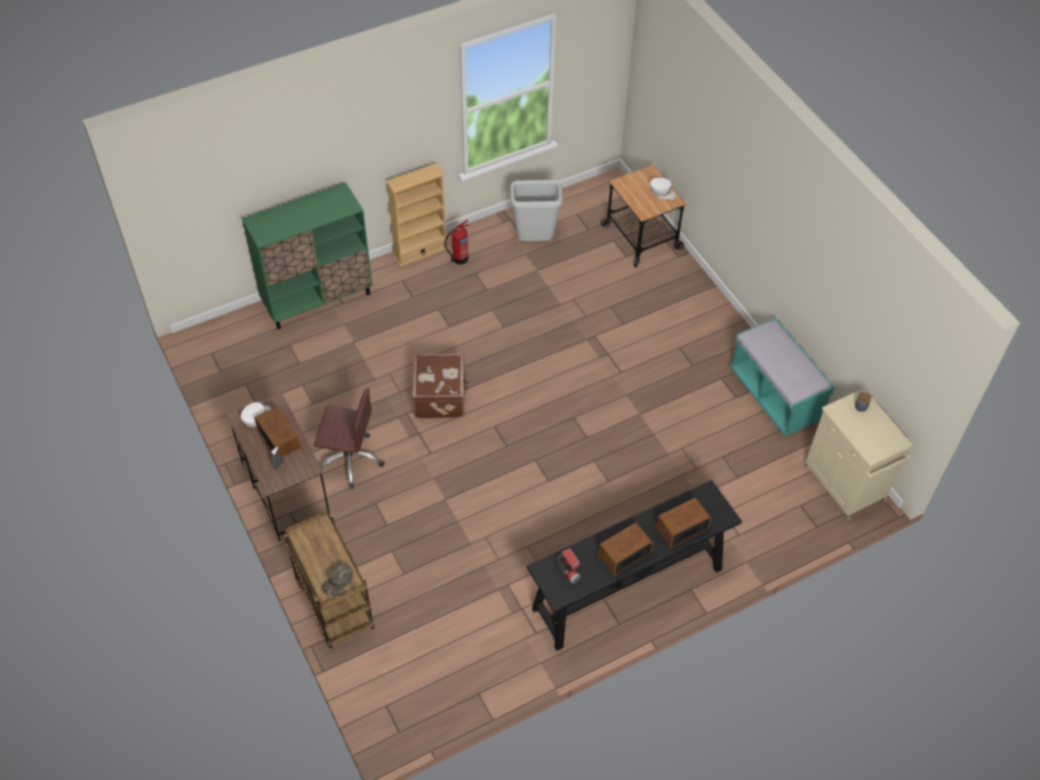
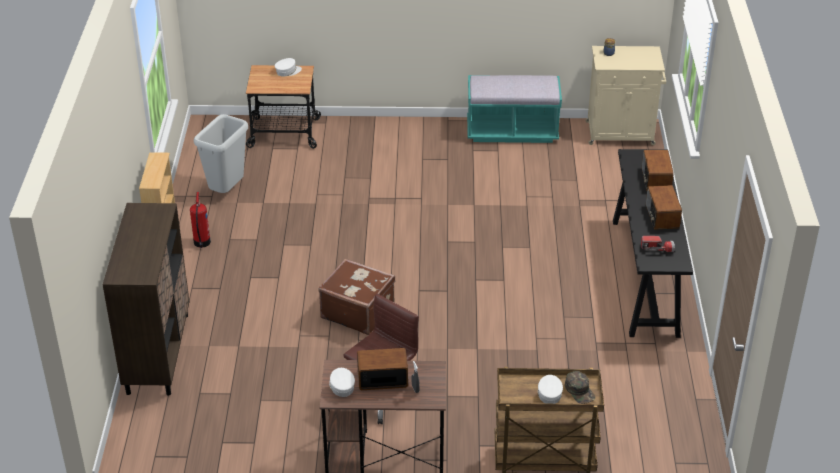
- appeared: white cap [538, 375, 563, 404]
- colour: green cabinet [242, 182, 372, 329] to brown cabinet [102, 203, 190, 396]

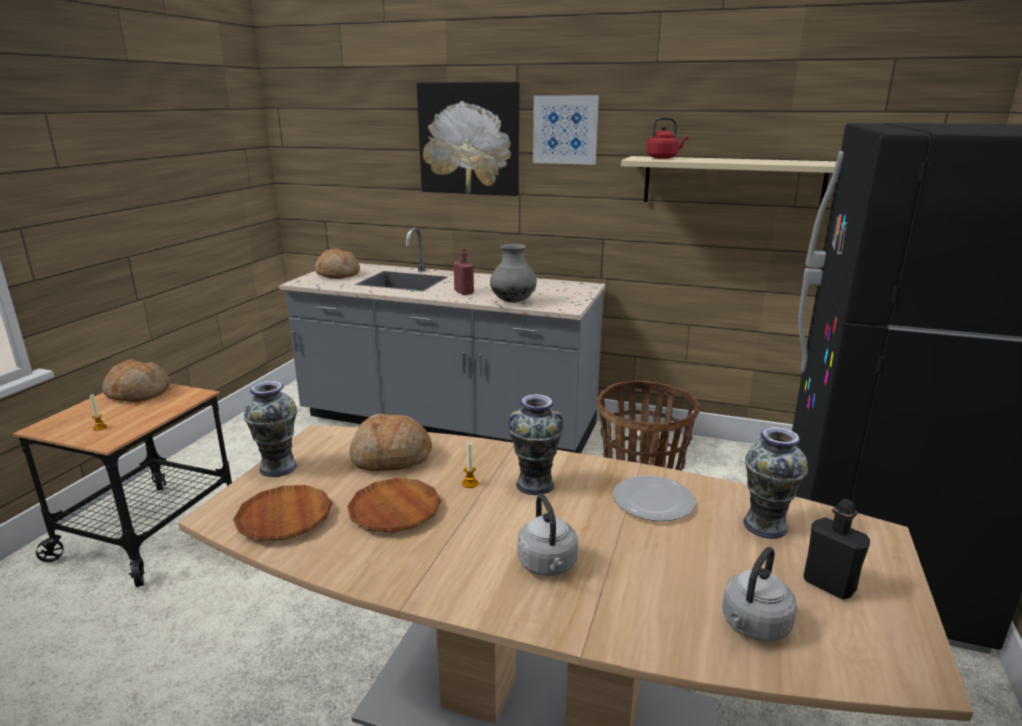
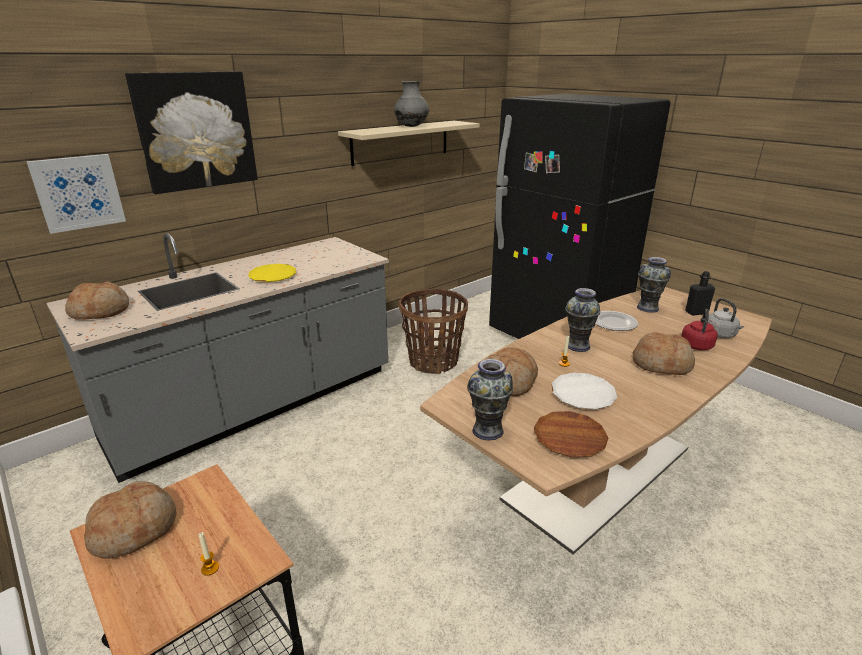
- relocated: grey vase [490, 244, 537, 303] to [394, 81, 429, 127]
- relocated: picture [533, 95, 599, 165] to [27, 154, 126, 234]
- relocated: red kettle [646, 117, 689, 159] to [681, 309, 718, 350]
- exchanged: red bottle [453, 247, 474, 295] to yellow plate [248, 264, 296, 282]
- exchanged: grey kettle [517, 494, 578, 576] to bread [633, 332, 695, 375]
- colour: brown plate [347, 478, 441, 533] to white plate [552, 372, 617, 410]

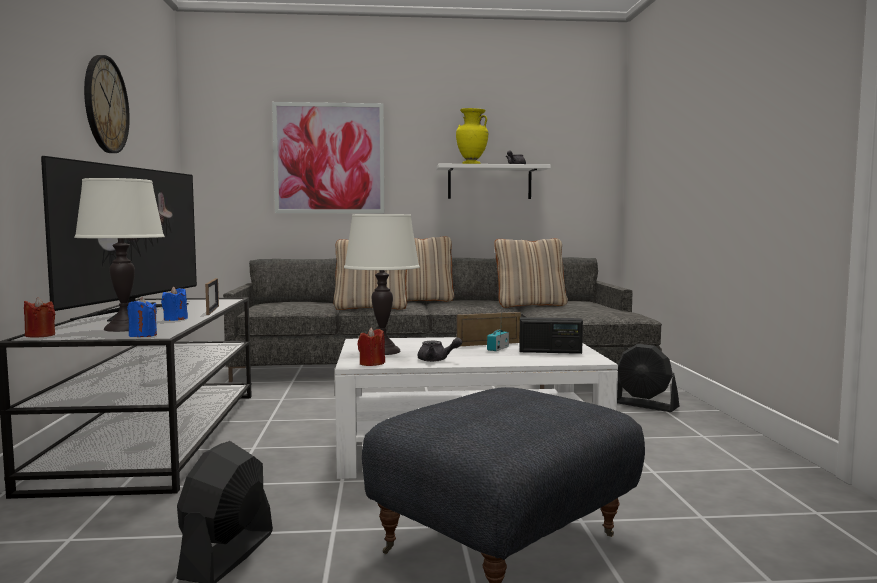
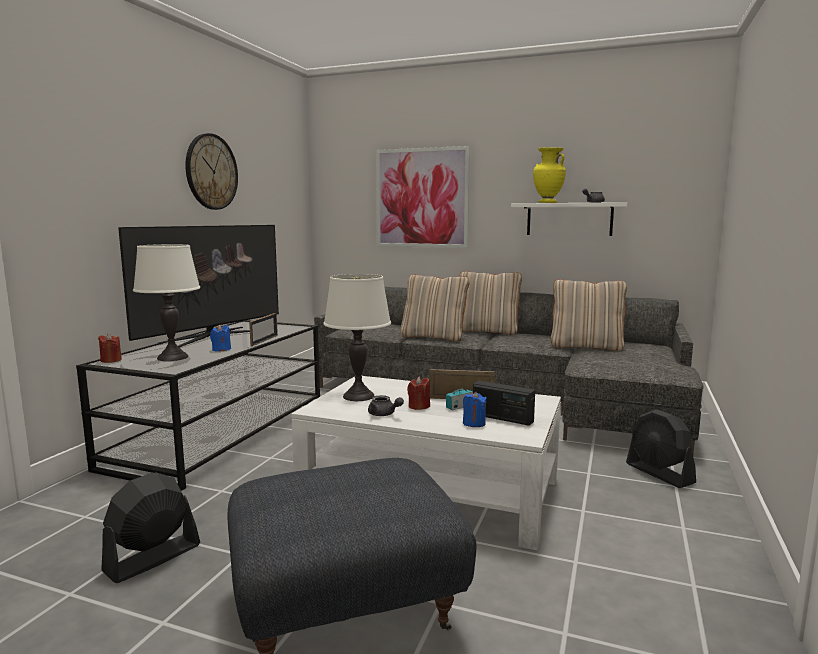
- relocated: blue candle [127, 297, 157, 337] to [463, 392, 487, 427]
- relocated: red candle [358, 328, 385, 366] to [407, 376, 430, 410]

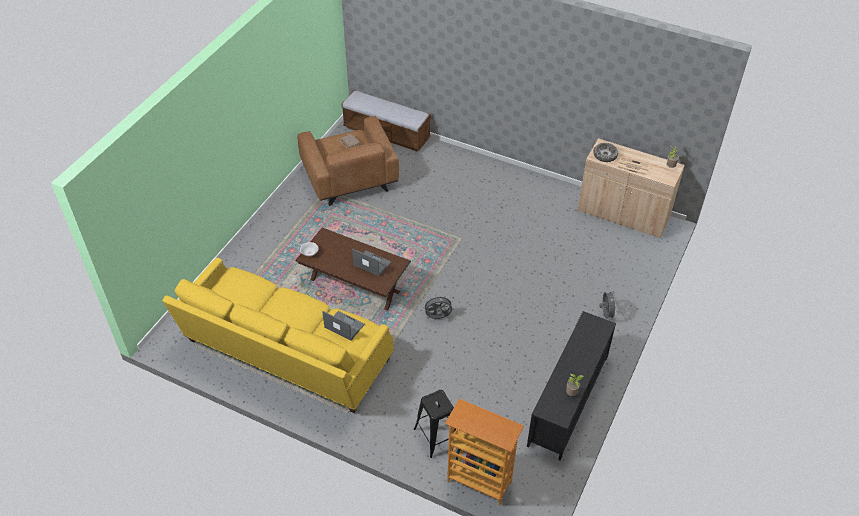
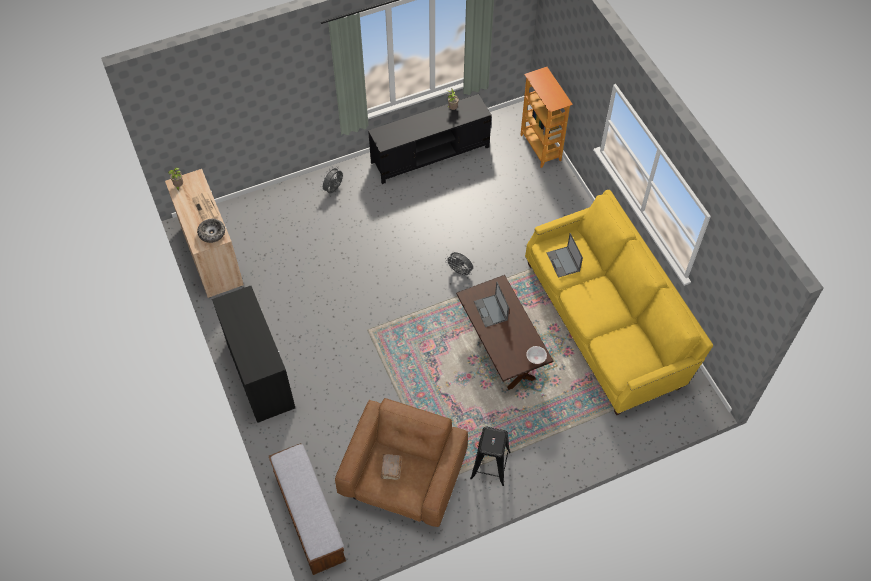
- appeared: black cabinet [212, 286, 295, 423]
- relocated: black stool [414, 390, 456, 458] to [470, 427, 511, 486]

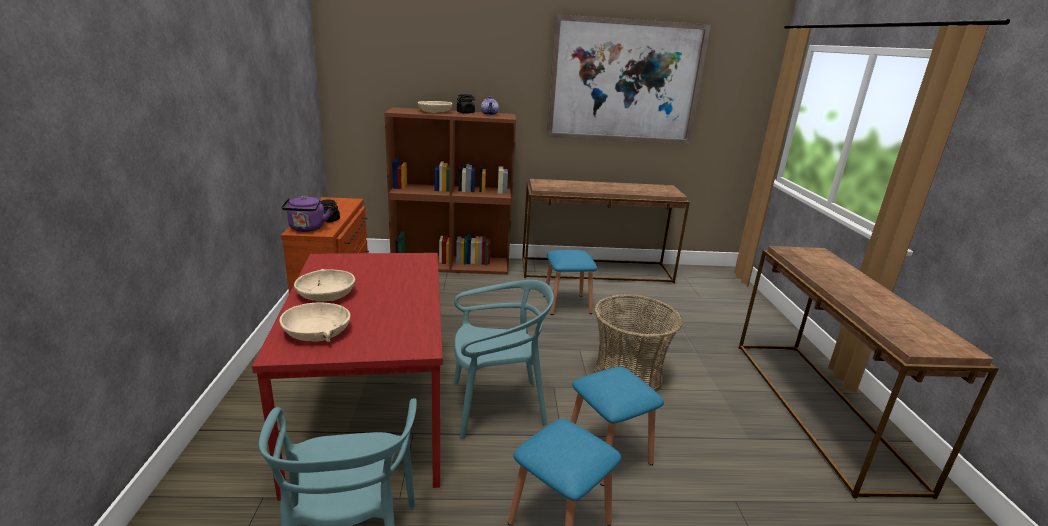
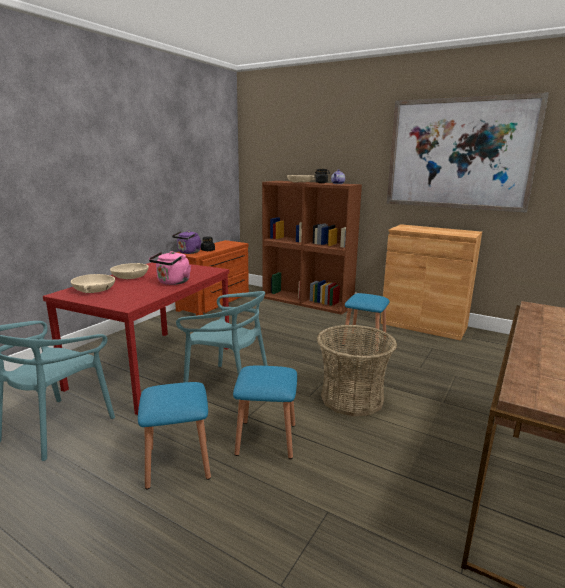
- appeared: pink kettle [149, 251, 191, 285]
- exchanged: brown console table [522, 179, 690, 283] to brown cabinet [381, 224, 482, 341]

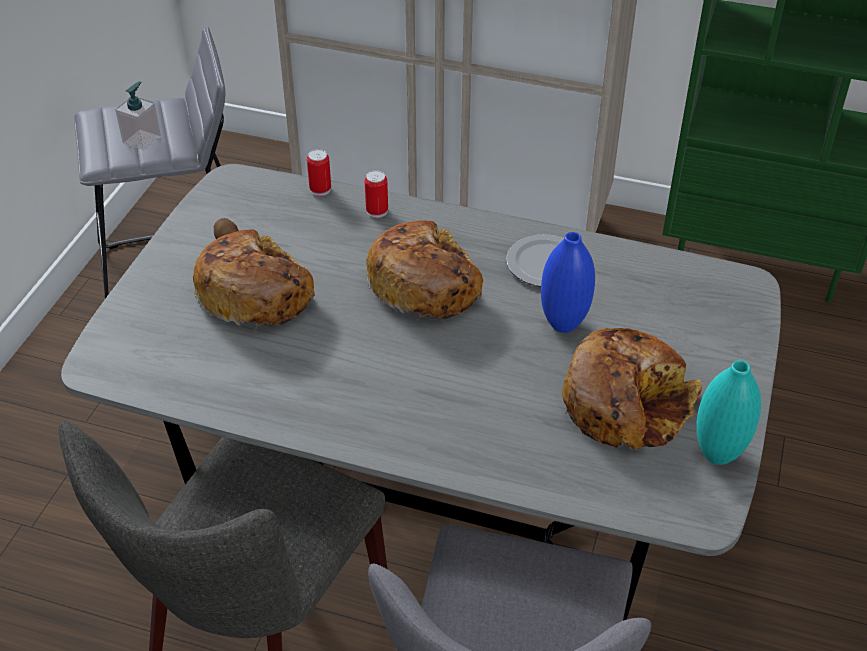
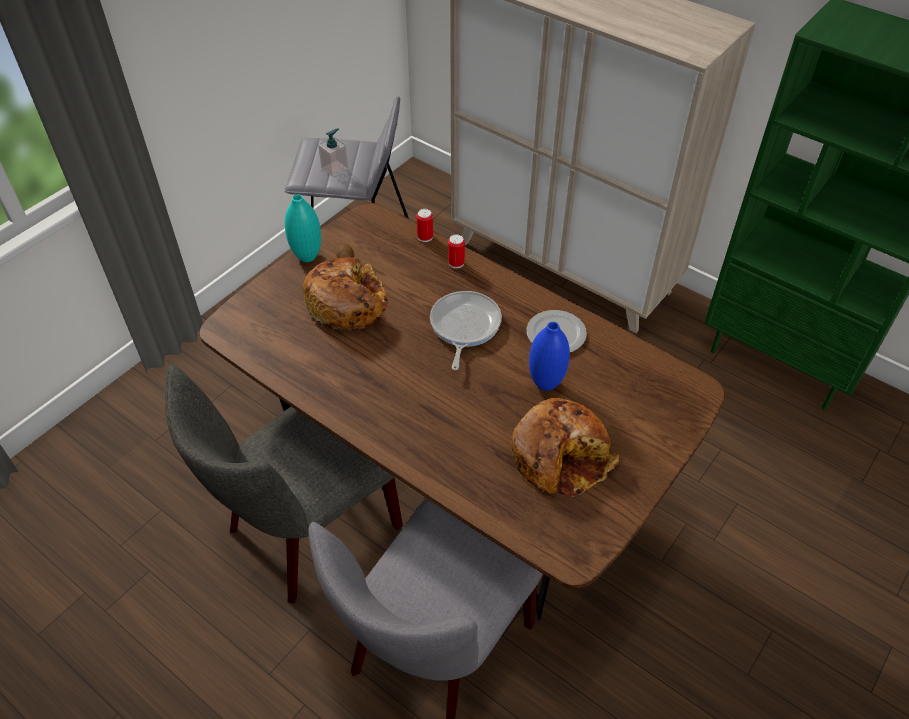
- relocated: turquoise vase [696, 360, 761, 465] to [285, 194, 321, 262]
- exchanged: bread [366, 220, 484, 321] to frying pan [430, 291, 502, 370]
- colour: grey dining table [61, 164, 781, 620] to brown dining table [200, 203, 725, 620]

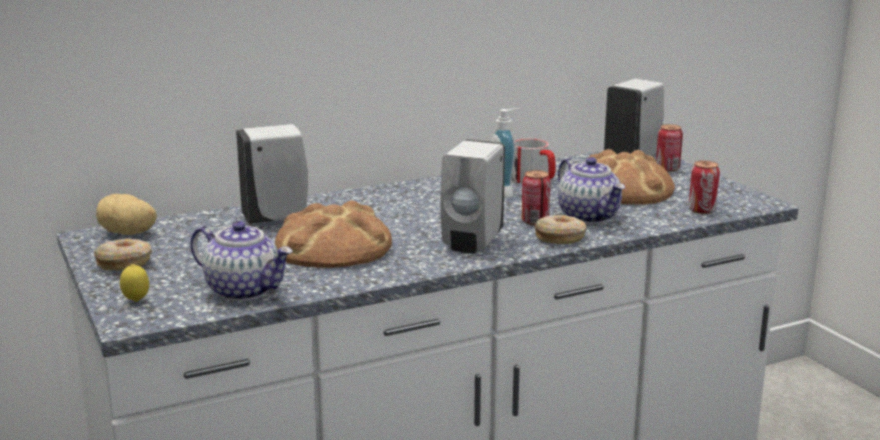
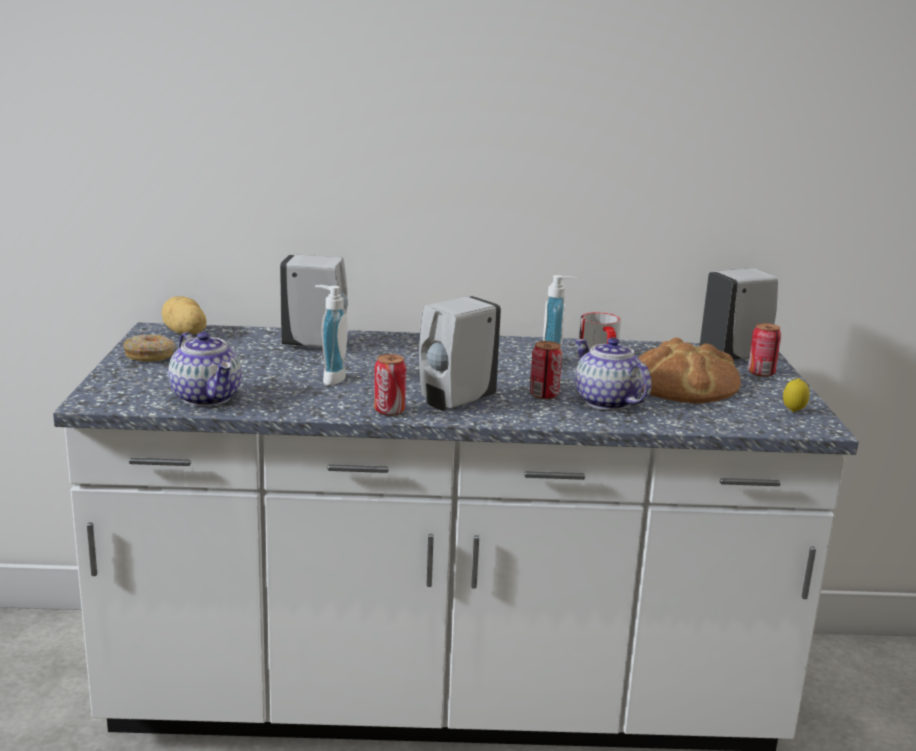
- missing: donut [535, 215, 586, 244]
- relocated: lemon [120, 264, 149, 302] to [783, 378, 809, 412]
- relocated: can [689, 161, 720, 214] to [374, 354, 406, 416]
- exchanged: bread [275, 200, 392, 268] to soap dispenser [315, 285, 348, 385]
- spun: teapot [558, 157, 625, 224] = [575, 338, 652, 410] 150 degrees clockwise

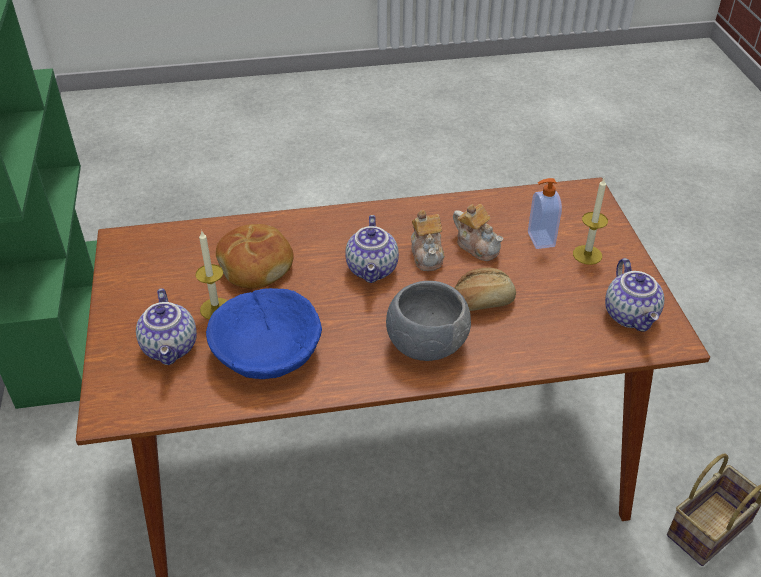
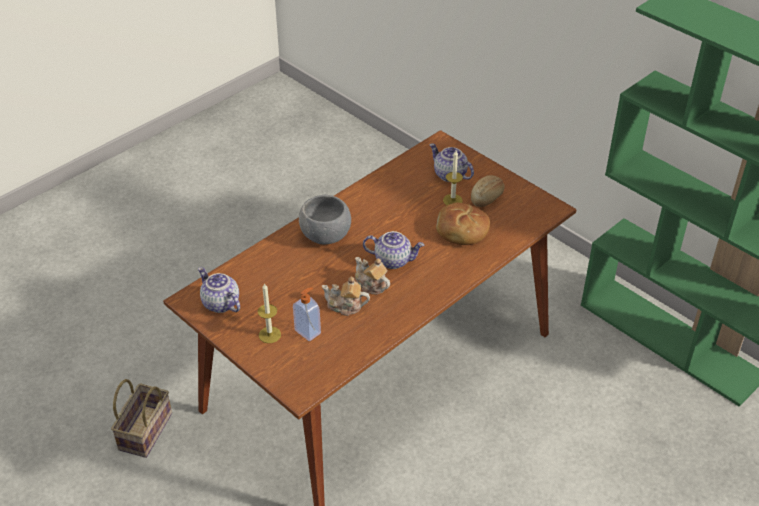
- missing: blue bowl [206, 288, 322, 379]
- relocated: bread [454, 267, 516, 311] to [471, 175, 504, 207]
- spun: teapot [345, 215, 399, 283] = [363, 231, 424, 269] 135 degrees clockwise

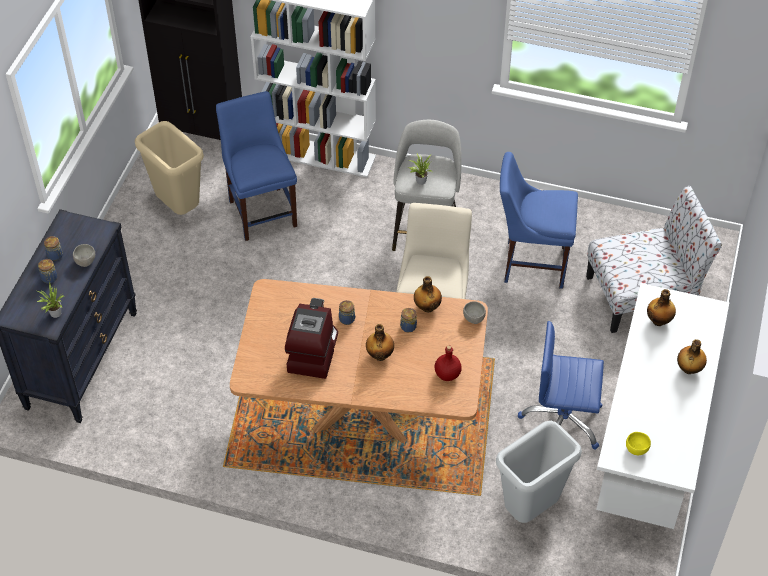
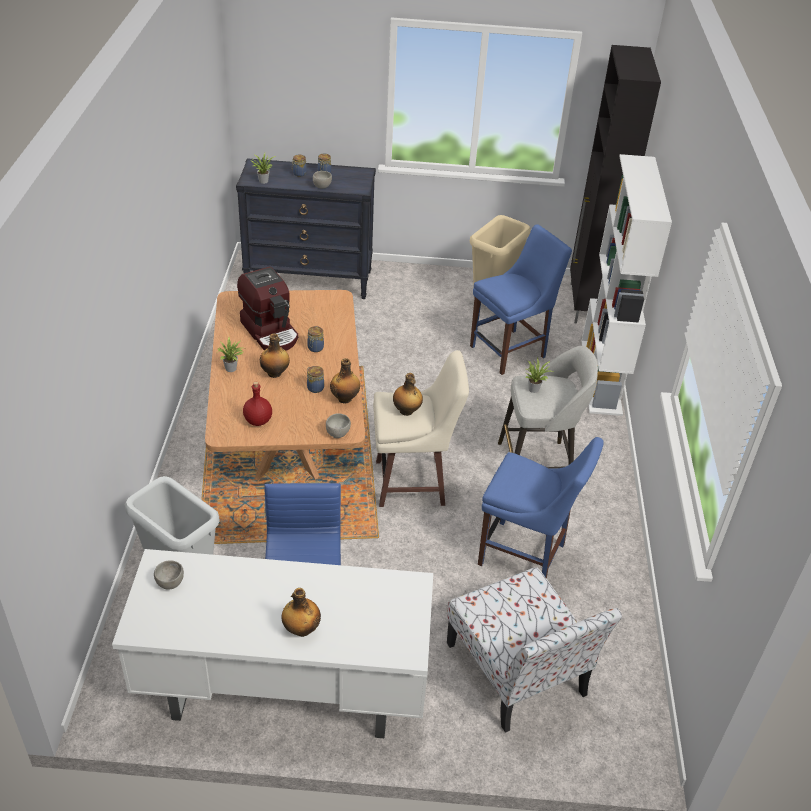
- appeared: potted plant [218, 337, 244, 372]
- relocated: bottle [647, 289, 676, 326] to [393, 373, 423, 416]
- colour: yellow bowl [626, 432, 651, 455] to grey bowl [154, 561, 184, 589]
- spun: coffee machine [285, 298, 338, 379] = [237, 267, 298, 351] 60 degrees clockwise
- spun: blue chair [500, 152, 578, 289] = [478, 437, 604, 579] 120 degrees clockwise

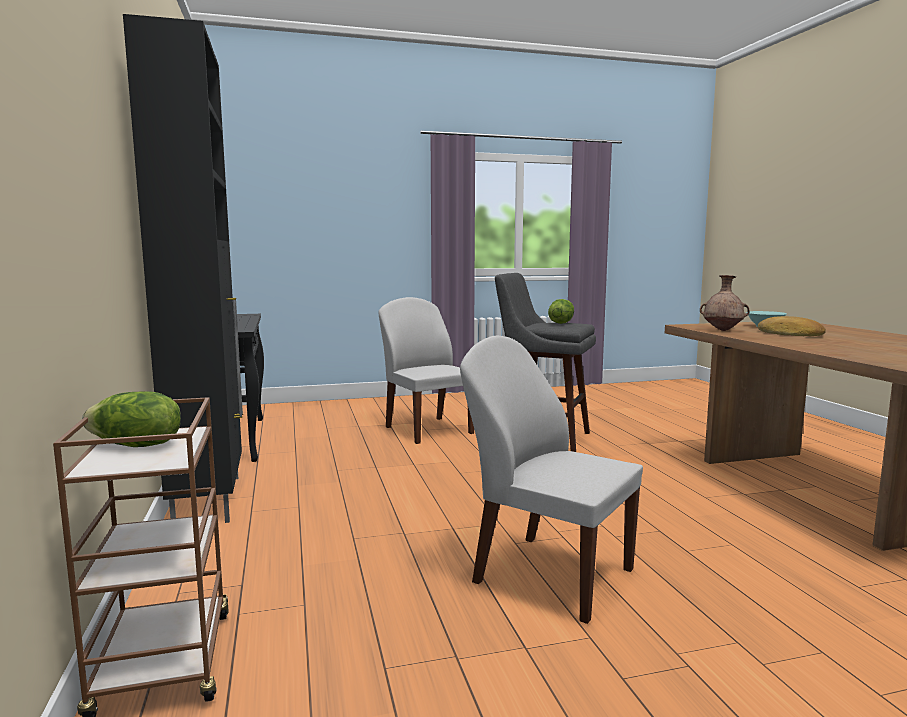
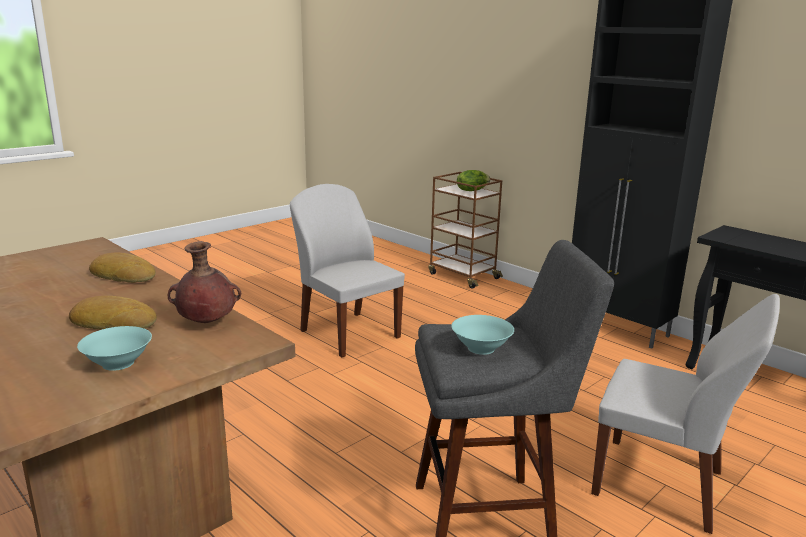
- appeared: bread [89, 253, 156, 283]
- exchanged: lettuce [548, 299, 574, 324] to turquoise bowl [451, 315, 514, 355]
- spun: white chair [460, 336, 643, 624] = [290, 184, 405, 357] 135 degrees counterclockwise

